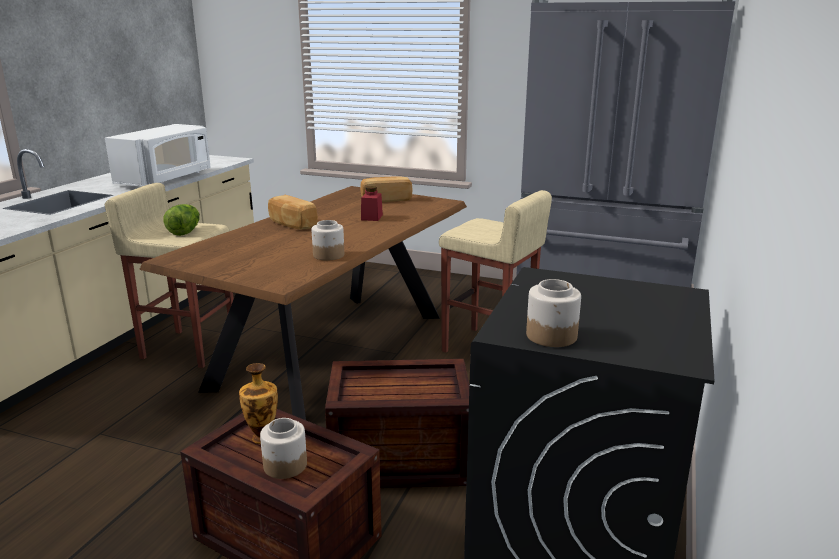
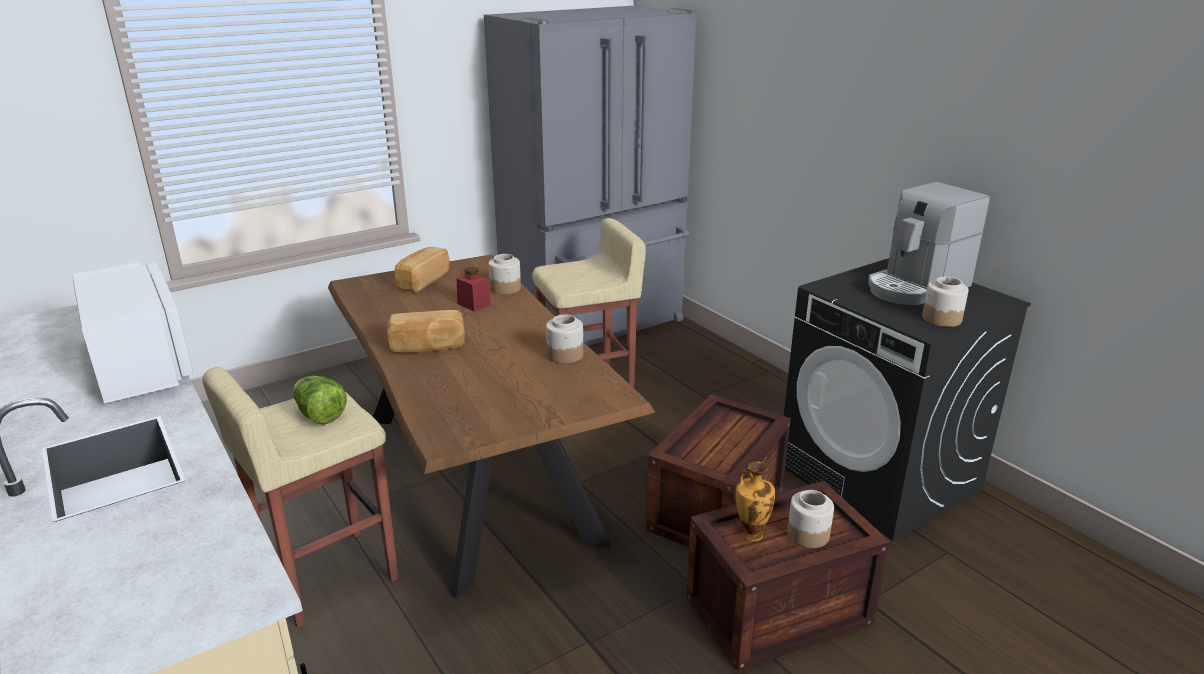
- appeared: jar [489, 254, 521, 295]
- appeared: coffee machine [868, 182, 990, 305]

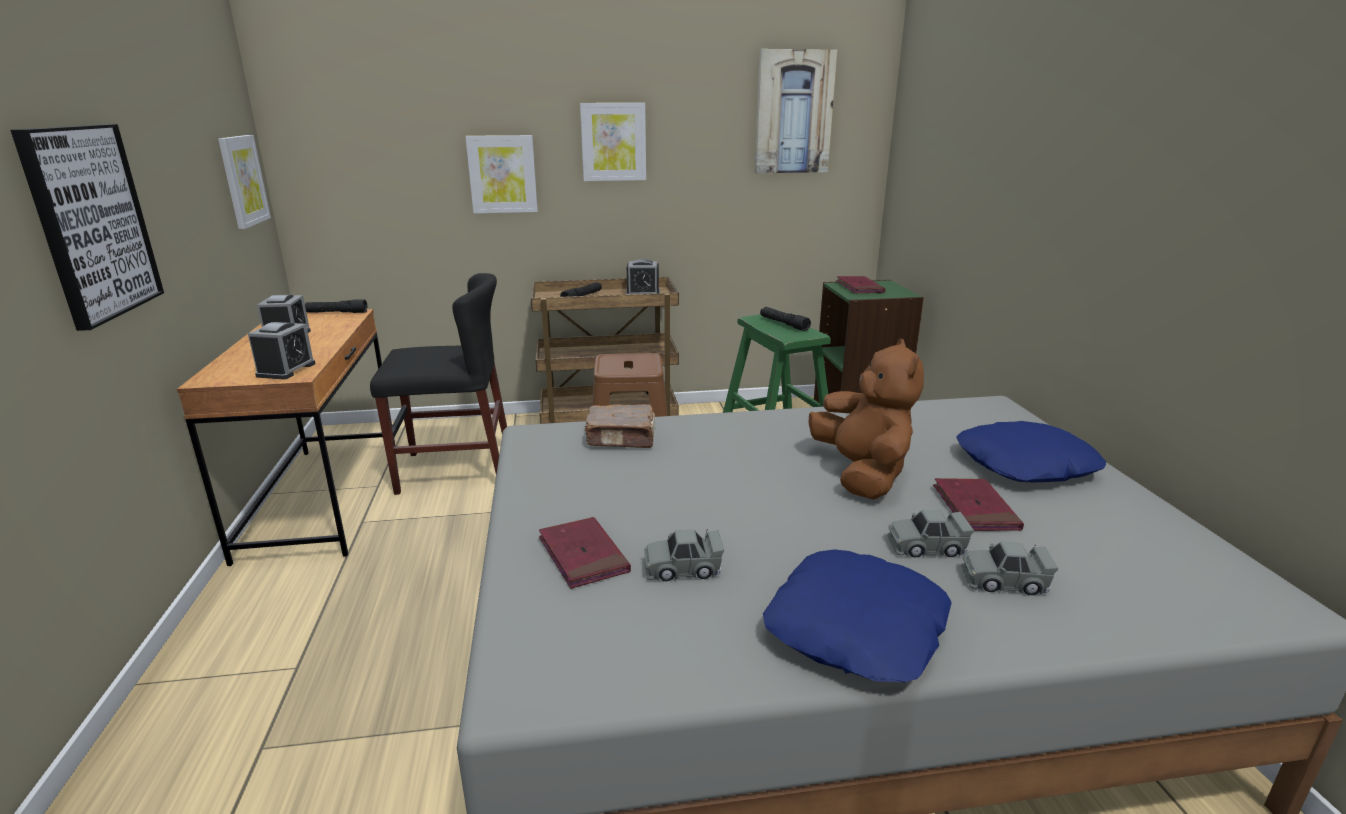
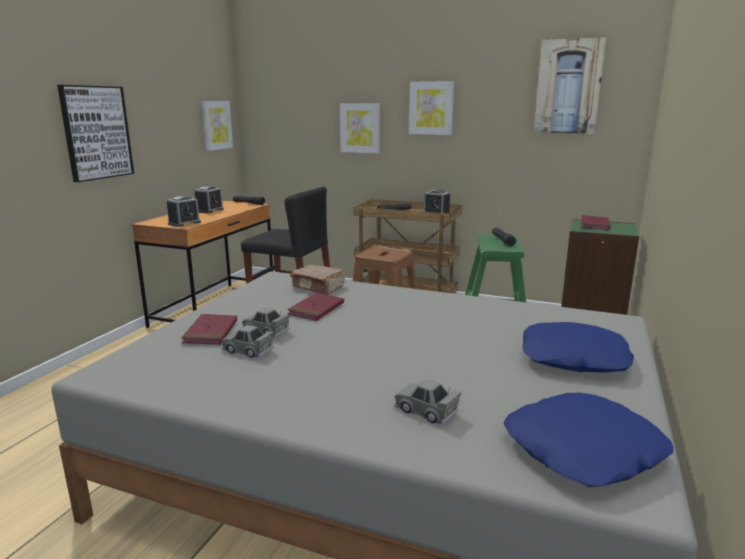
- missing: brown plush toy [809, 339, 924, 500]
- relocated: blue pillow [763, 549, 952, 683] to [504, 393, 673, 487]
- relocated: grey toy car [887, 510, 974, 558] to [242, 308, 290, 337]
- relocated: red book [933, 478, 1024, 531] to [287, 292, 344, 321]

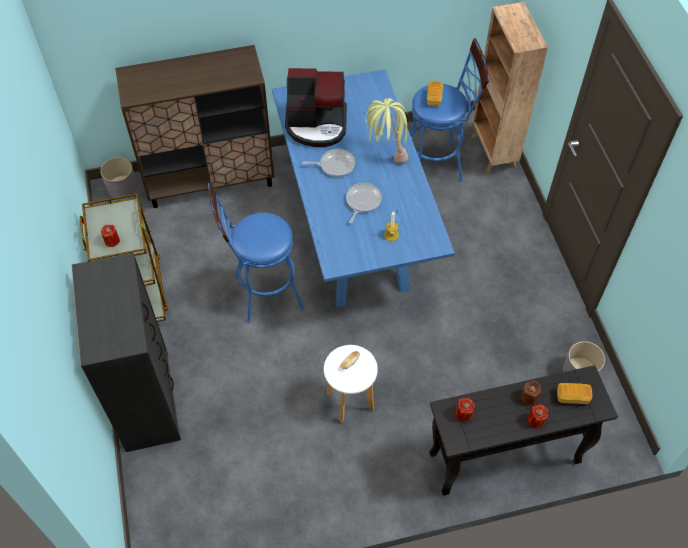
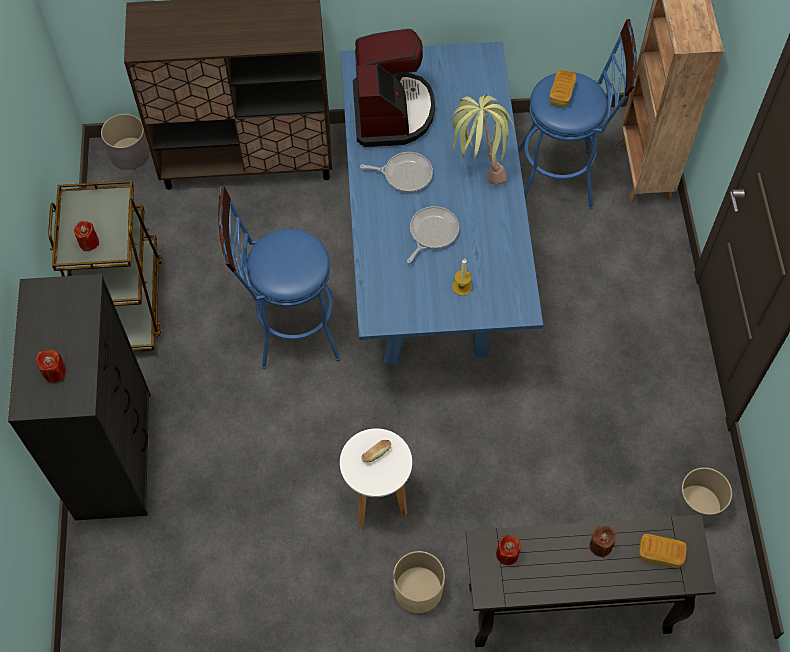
- appeared: beige planter [393, 551, 445, 613]
- relocated: red candle [528, 404, 548, 428] to [36, 350, 66, 383]
- spun: coffee machine [285, 68, 347, 147] = [353, 29, 435, 147] 105 degrees counterclockwise

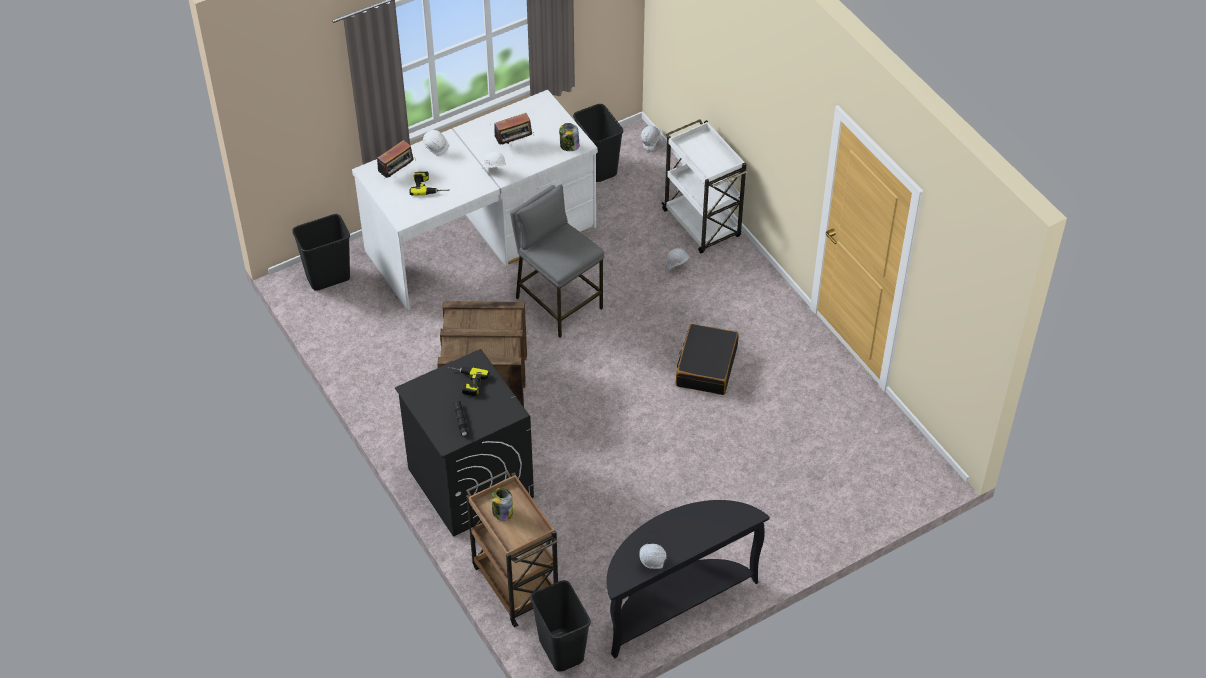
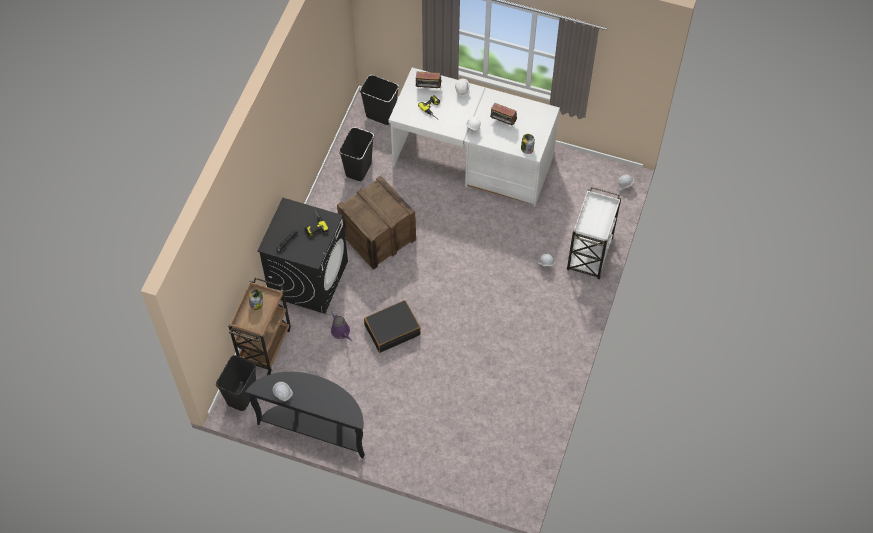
- missing: grey stool [510, 184, 605, 338]
- appeared: purple watering can [331, 311, 352, 341]
- relocated: black trash can [573, 104, 623, 182] to [339, 127, 374, 181]
- relocated: black suitcase [676, 324, 739, 395] to [364, 300, 421, 353]

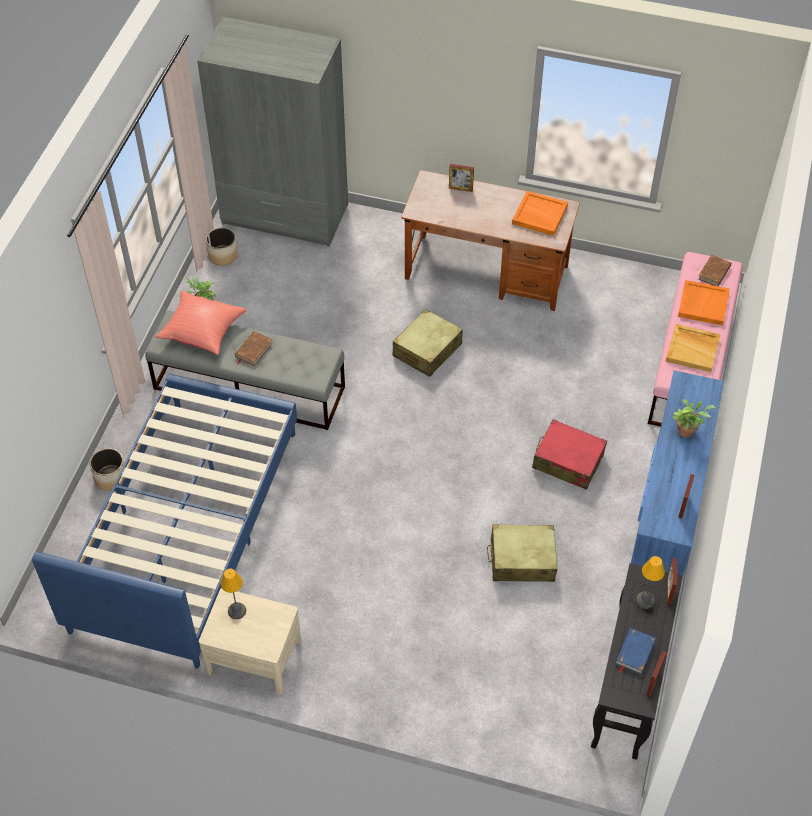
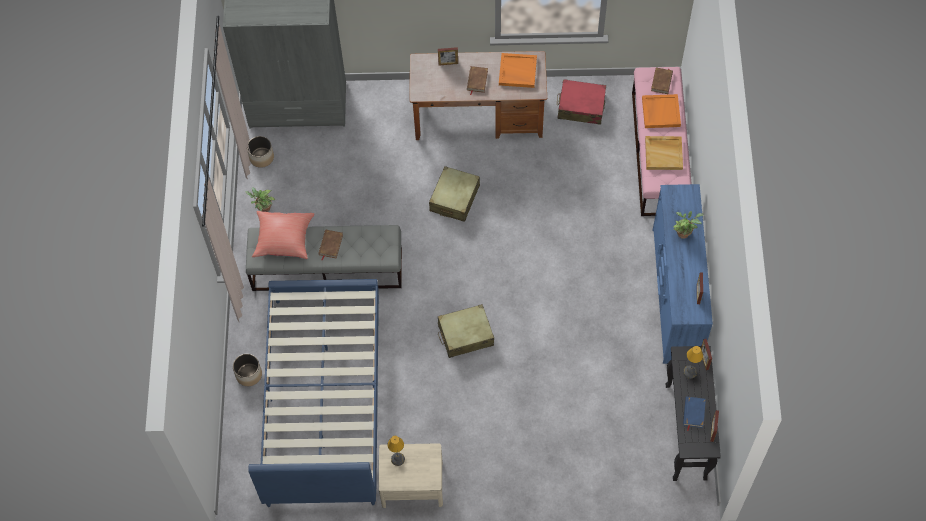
- appeared: brown book [467, 66, 488, 95]
- relocated: beige suitcase [487, 524, 558, 582] to [438, 304, 494, 358]
- relocated: red suitcase [532, 419, 607, 490] to [557, 79, 606, 125]

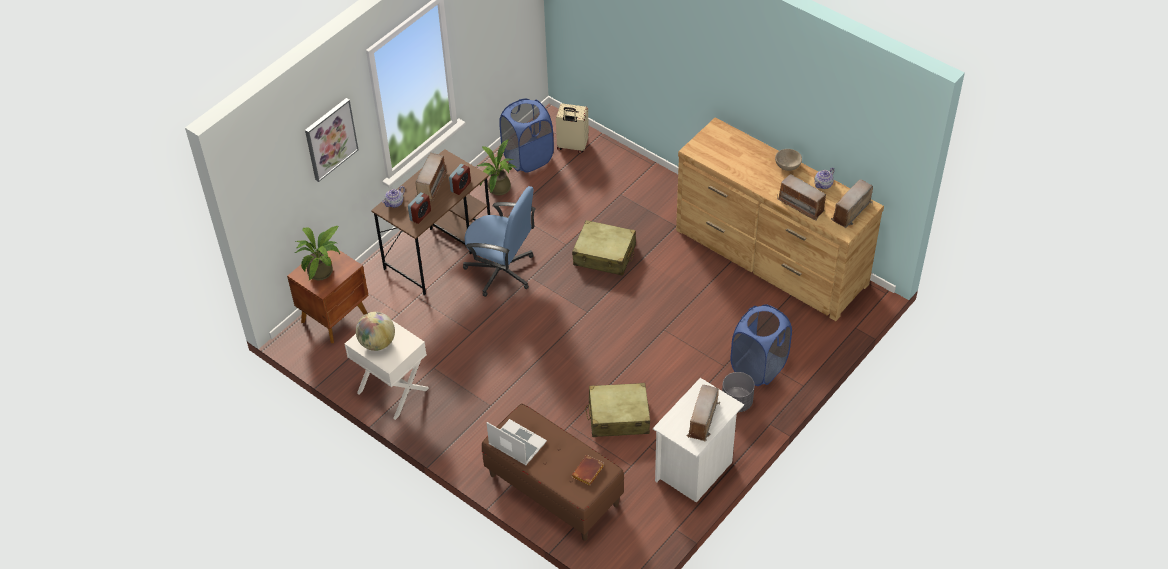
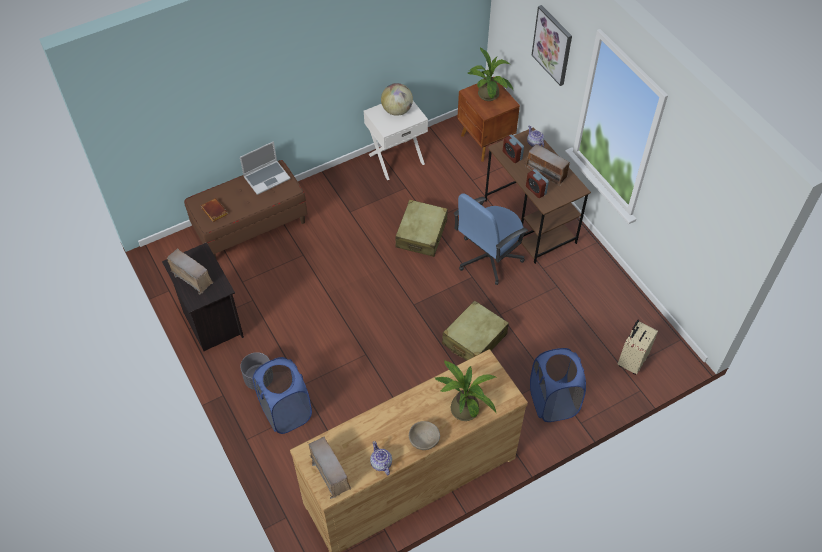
- missing: radio [777, 174, 828, 221]
- relocated: potted plant [477, 139, 517, 195] to [435, 360, 496, 421]
- relocated: blue laundry basket [499, 98, 554, 173] to [530, 348, 586, 422]
- relocated: beige suitcase [585, 383, 650, 437] to [396, 200, 448, 257]
- colour: white nightstand [653, 378, 744, 503] to black nightstand [162, 242, 244, 351]

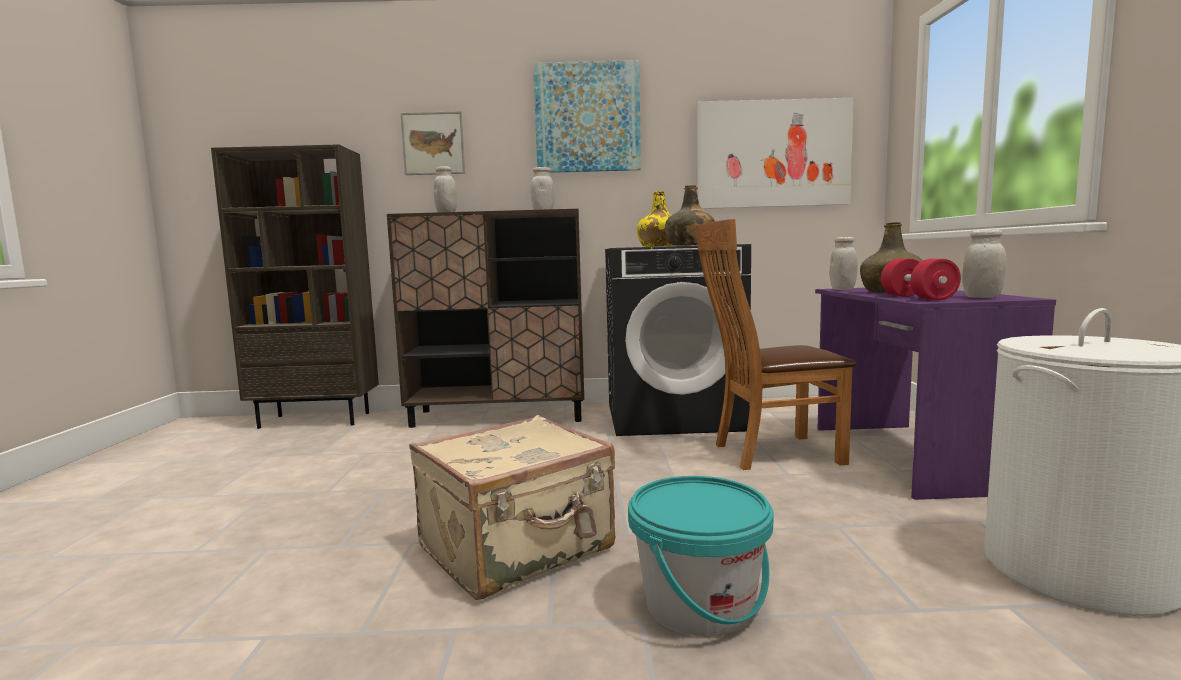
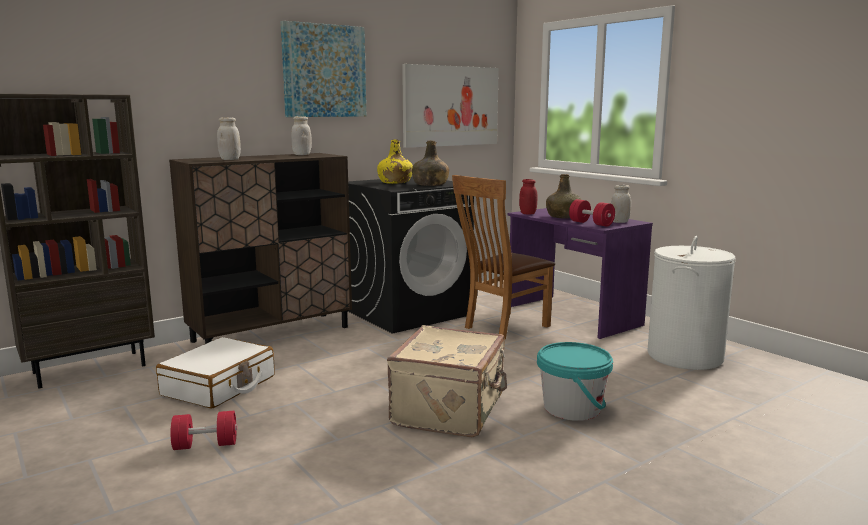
- missing: picture [401, 111, 465, 175]
- appeared: white suitcase [156, 337, 275, 409]
- appeared: red dumbbell [170, 411, 237, 450]
- colour: white jar [830, 237, 858, 290] to red jar [519, 179, 537, 214]

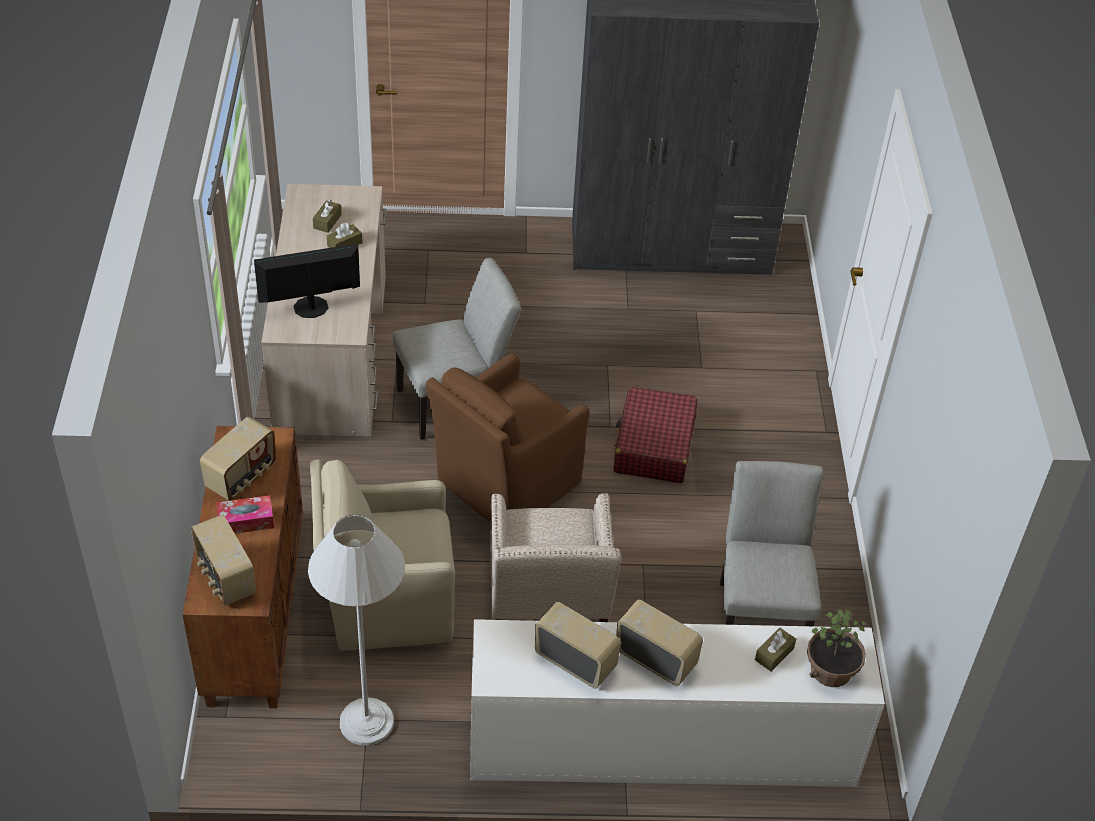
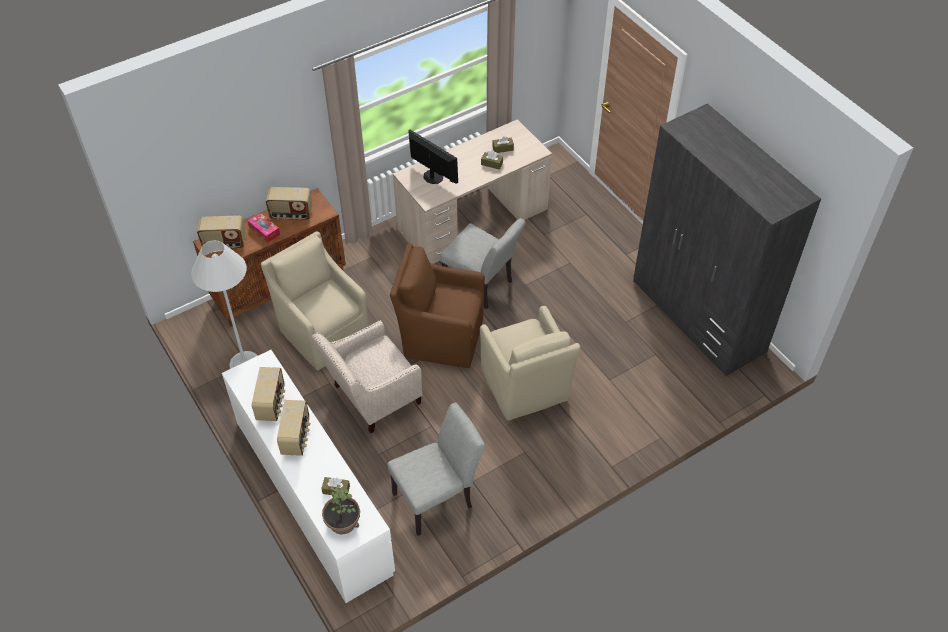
- exchanged: red suitcase [614, 386, 698, 483] to beige armchair [480, 306, 580, 421]
- spun: radio [191, 515, 256, 606] = [197, 215, 245, 248] 120 degrees counterclockwise

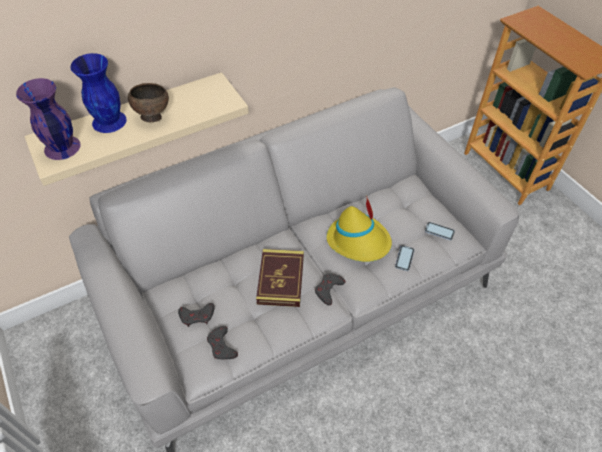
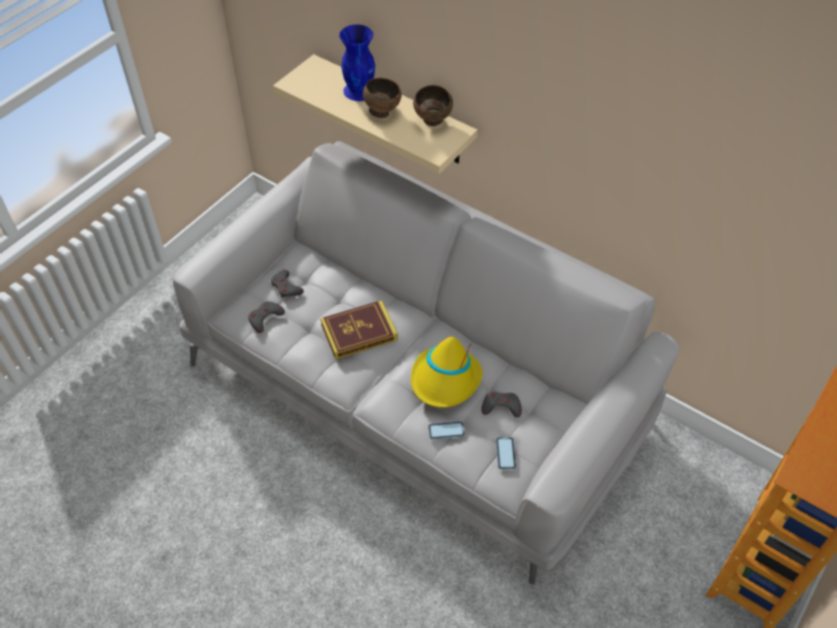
- missing: purple vase [16, 78, 81, 160]
- appeared: brown bowl [413, 85, 453, 126]
- relocated: grey game controller [315, 273, 345, 305] to [481, 391, 522, 417]

